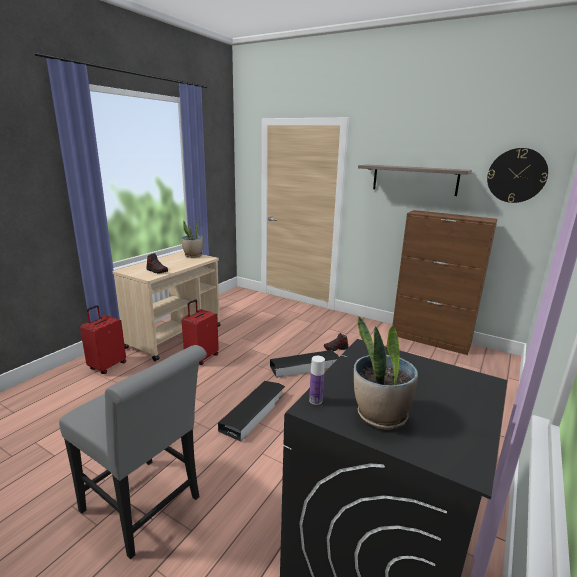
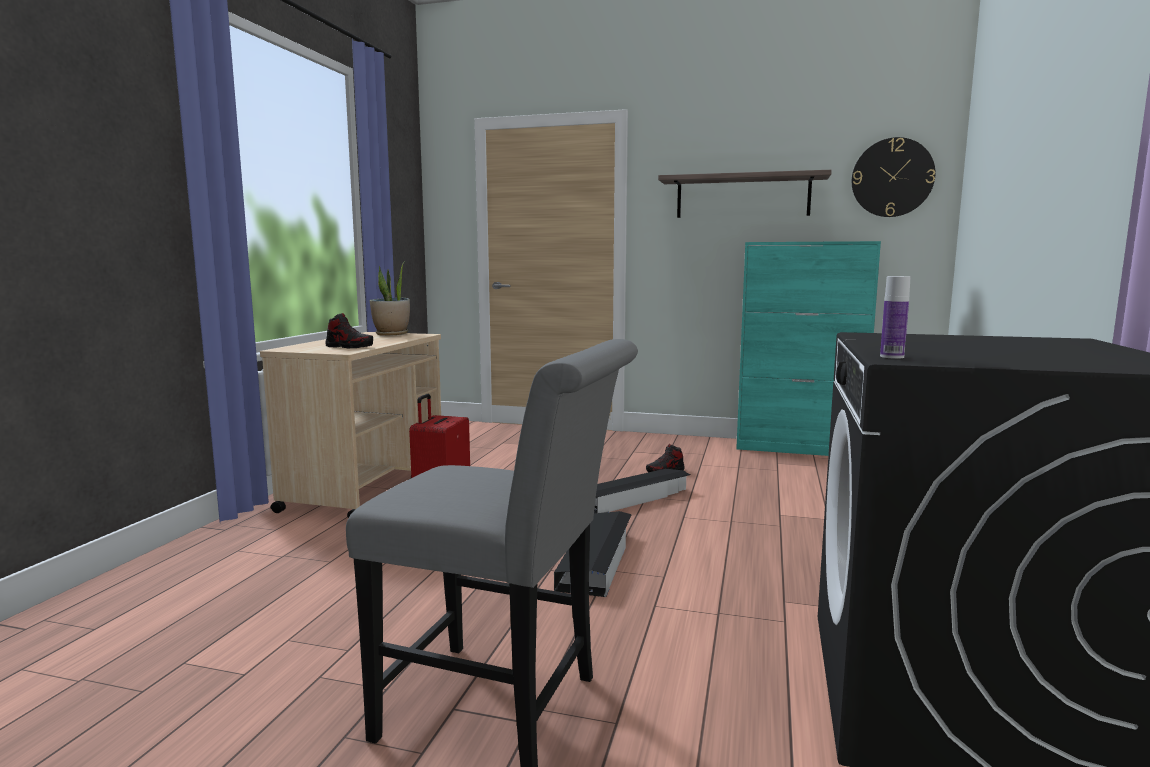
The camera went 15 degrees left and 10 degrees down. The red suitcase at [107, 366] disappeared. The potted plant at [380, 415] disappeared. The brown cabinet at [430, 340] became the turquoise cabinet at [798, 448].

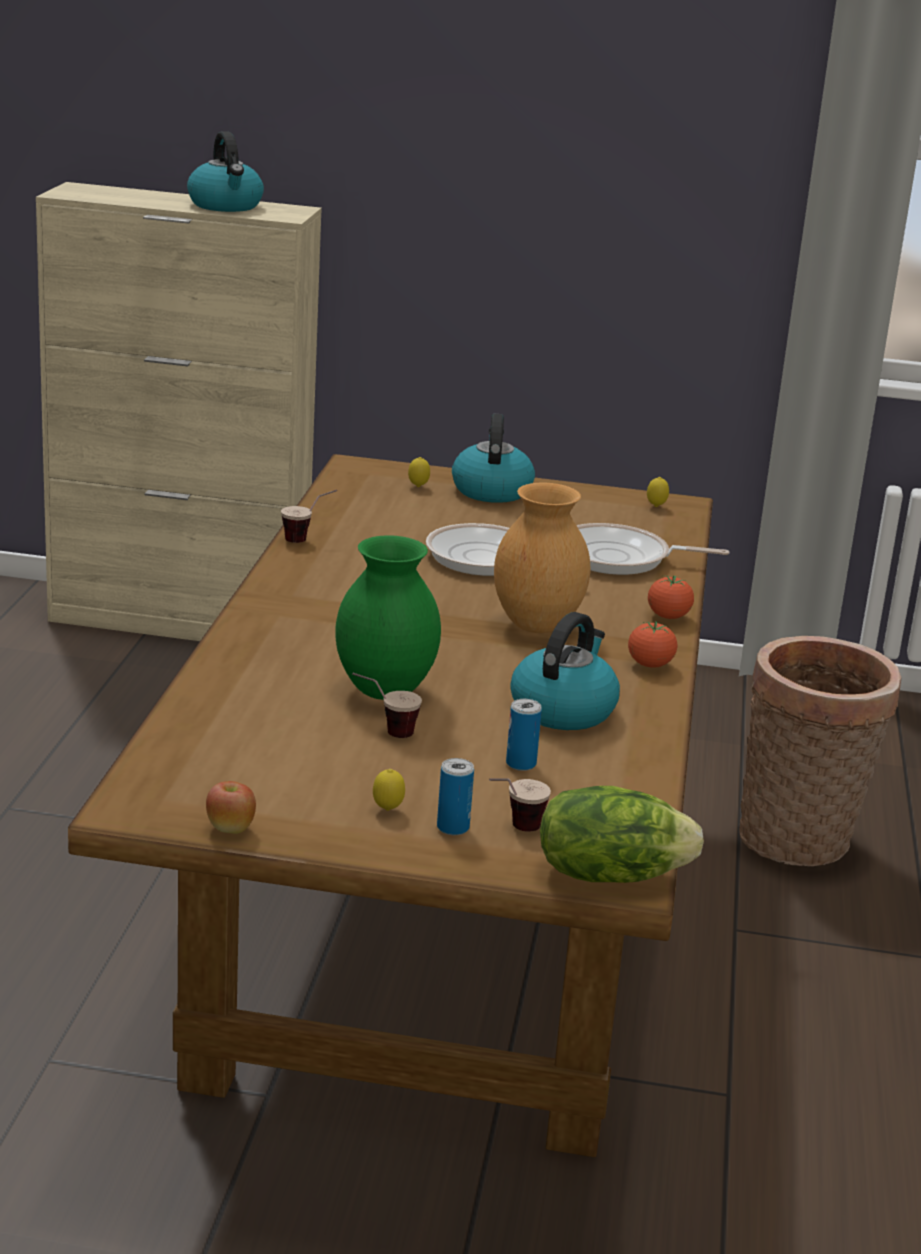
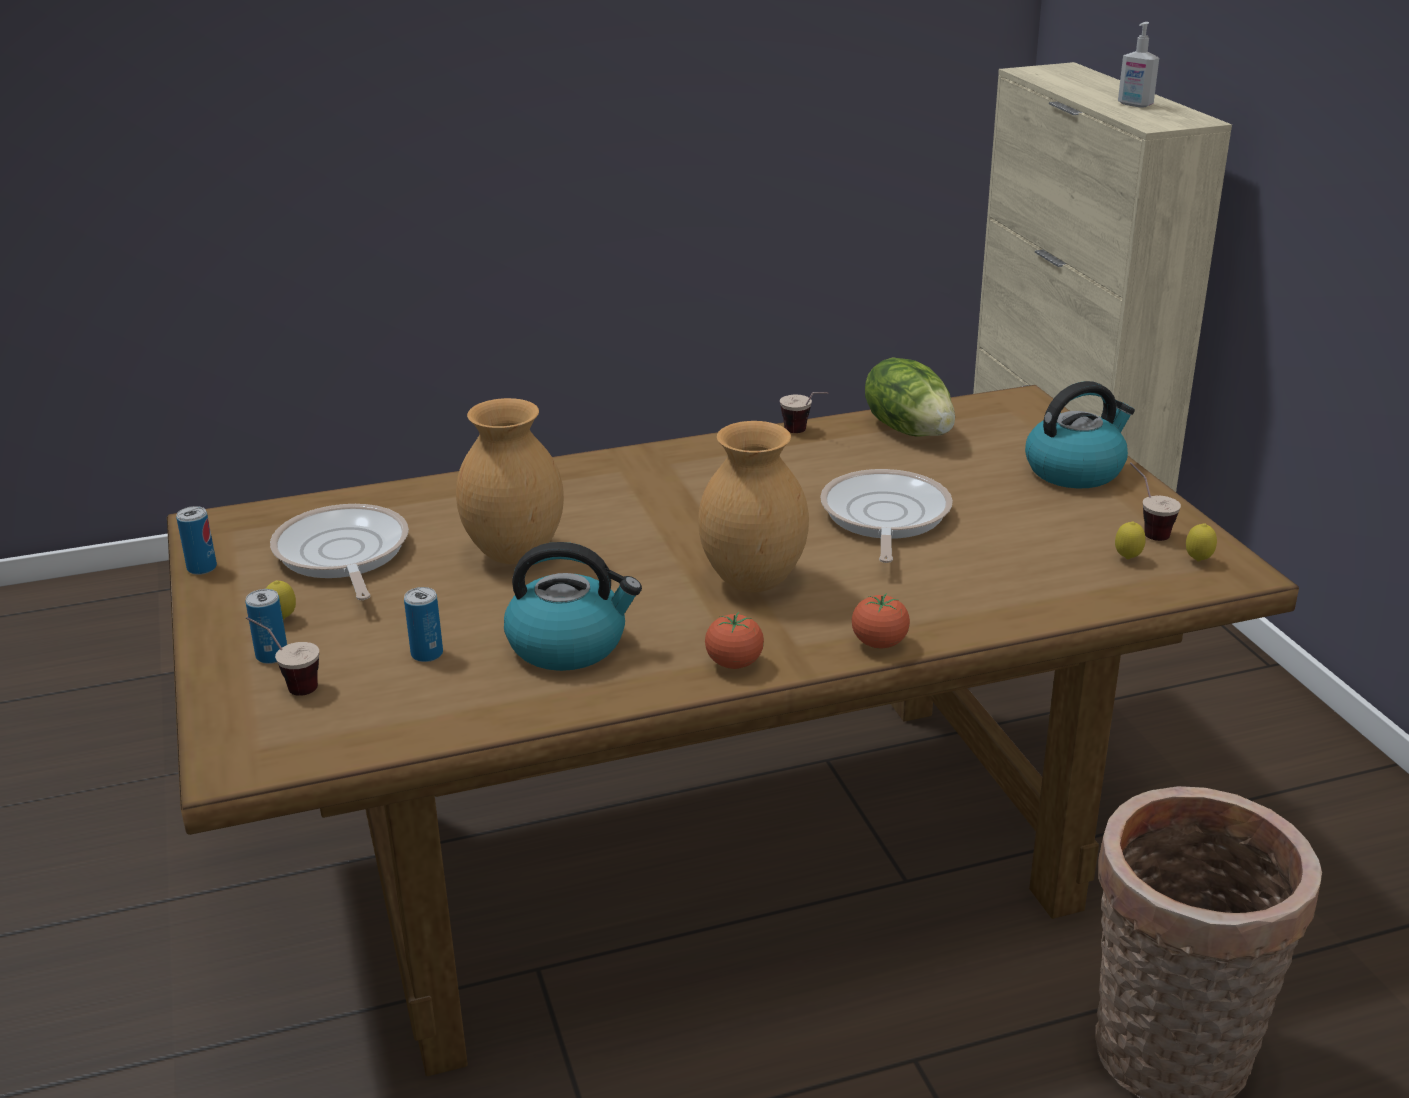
The camera went 65 degrees right and 5 degrees up. The kettle at [226, 206] was replaced by the soap dispenser at [1134, 105]. The apple at [230, 829] was replaced by the can at [202, 568]. The green vase at [385, 690] became the brown vase at [516, 554]. The cup moved from [384, 732] to [1146, 529]. The lemon moved from [418, 487] to [1127, 559]. The lettuce moved from [610, 874] to [909, 429]. The frying pan moved from [619, 558] to [342, 555].

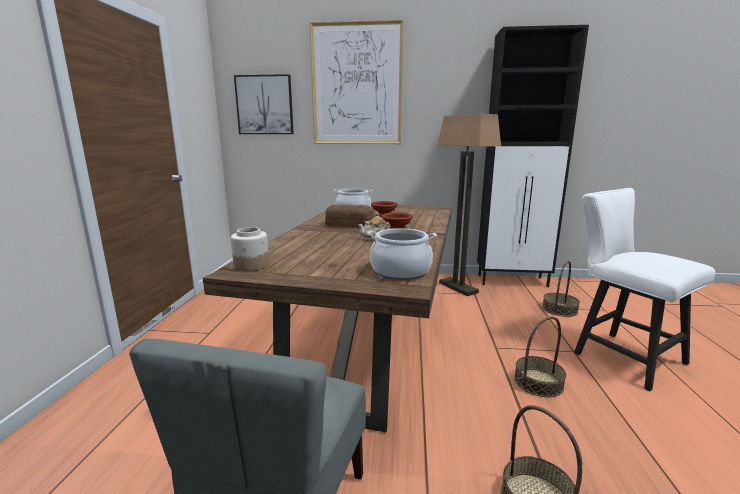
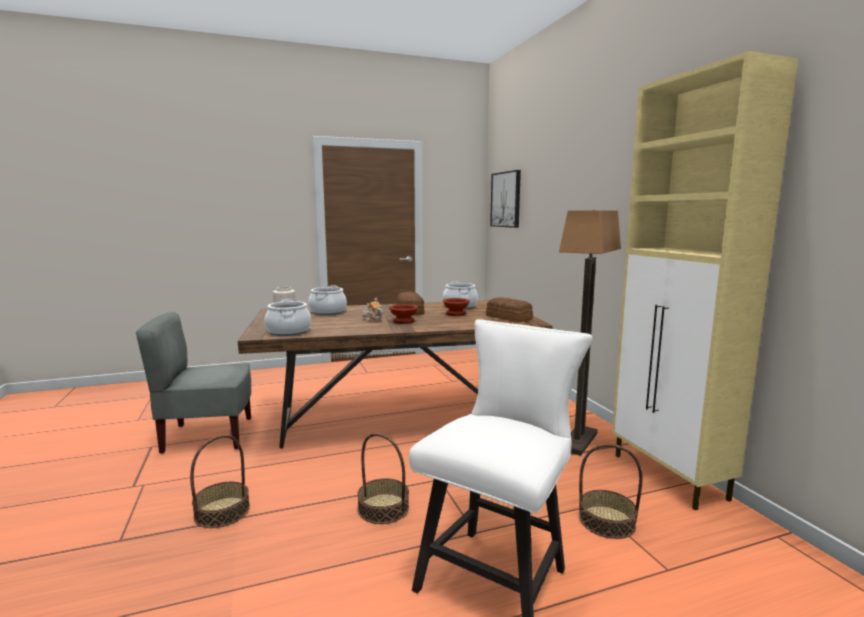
The camera went 65 degrees right and 5 degrees down. The picture at [356, 85] disappeared. The black cabinet at [513, 281] became the beige cabinet at [669, 477]. The cooking pot at [327, 312] appeared. The bread at [509, 318] appeared.

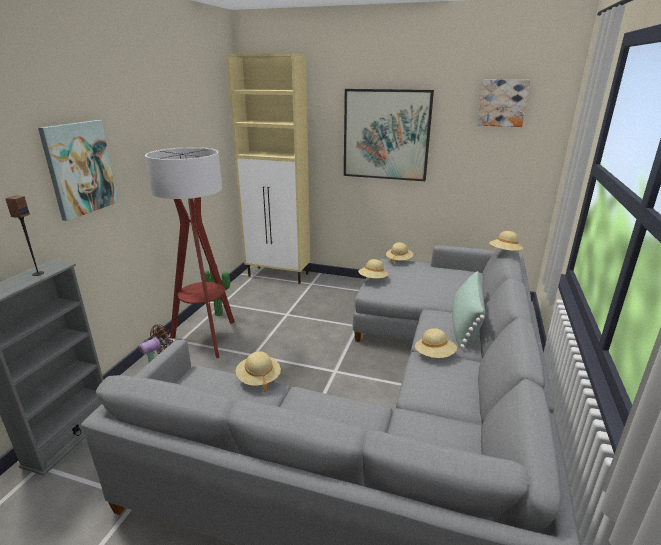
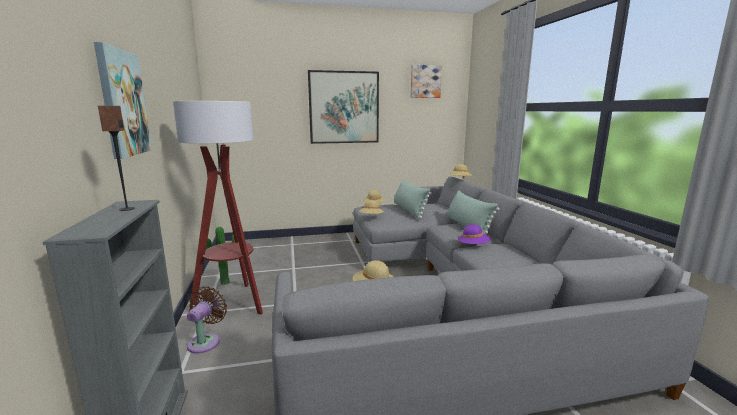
The camera went 30 degrees left and 10 degrees down. The beige cabinet at [279, 275] disappeared. The beige hat at [434, 355] became the purple hat at [473, 246]. The green pillow at [409, 210] appeared.

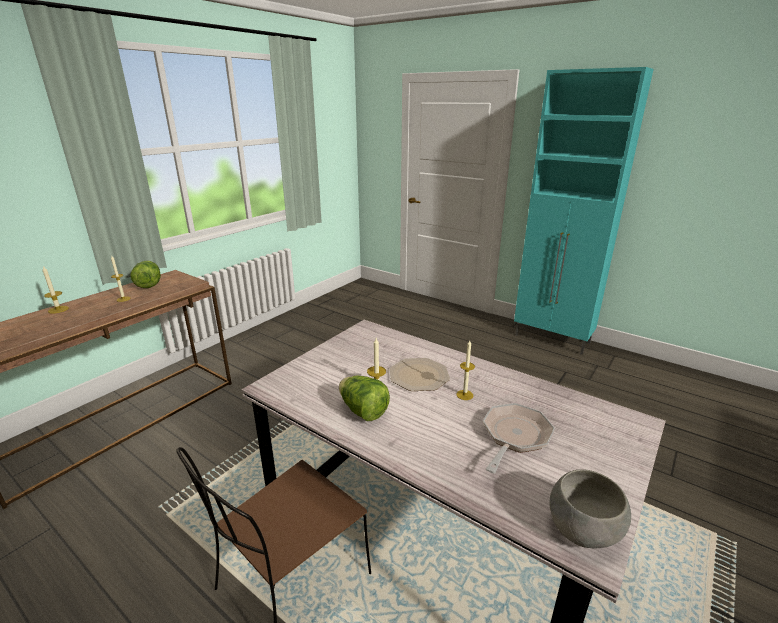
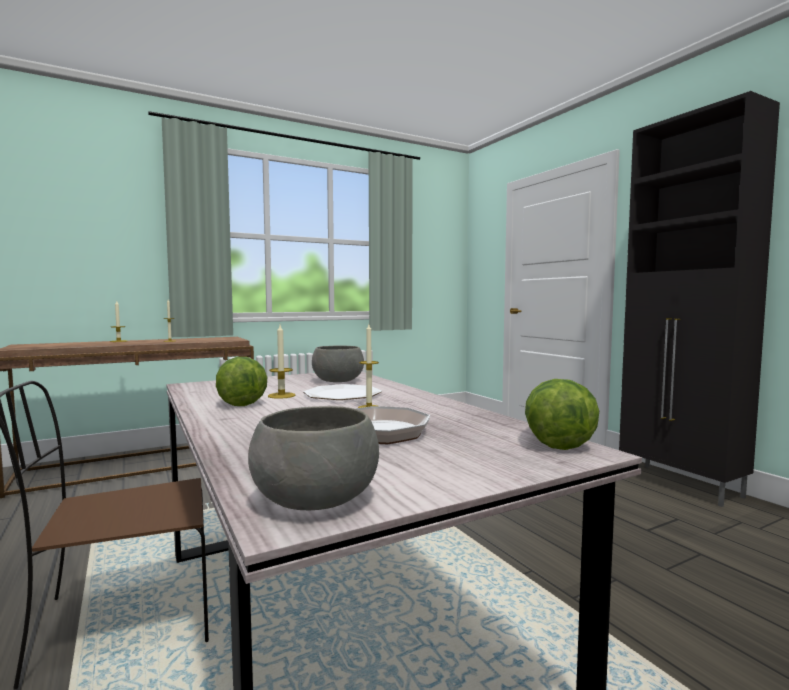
The camera went 25 degrees right and 20 degrees down. The lettuce moved from [149, 284] to [555, 441]. The turquoise cabinet at [552, 339] became the black cabinet at [681, 485]. The grey bowl at [338, 381] appeared.

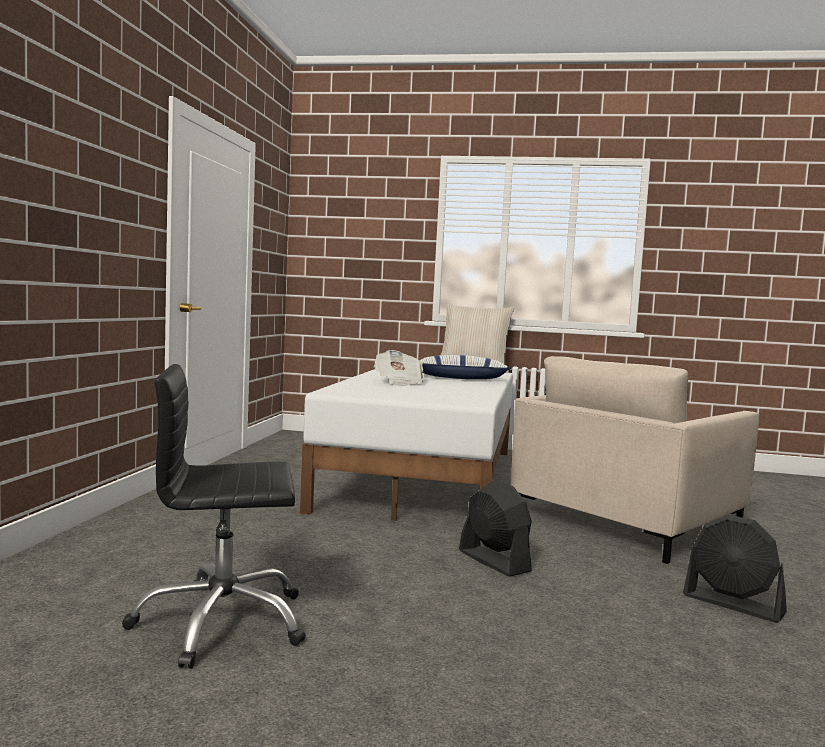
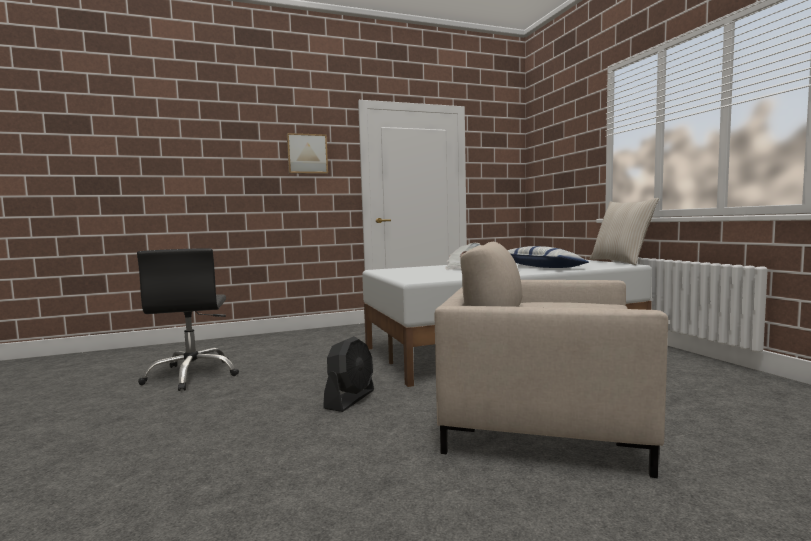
The camera went 60 degrees right and 0 degrees up. The black office chair at [221, 623] turned 150 degrees counterclockwise. The black fan at [733, 604] disappeared. The picture at [307, 154] appeared.

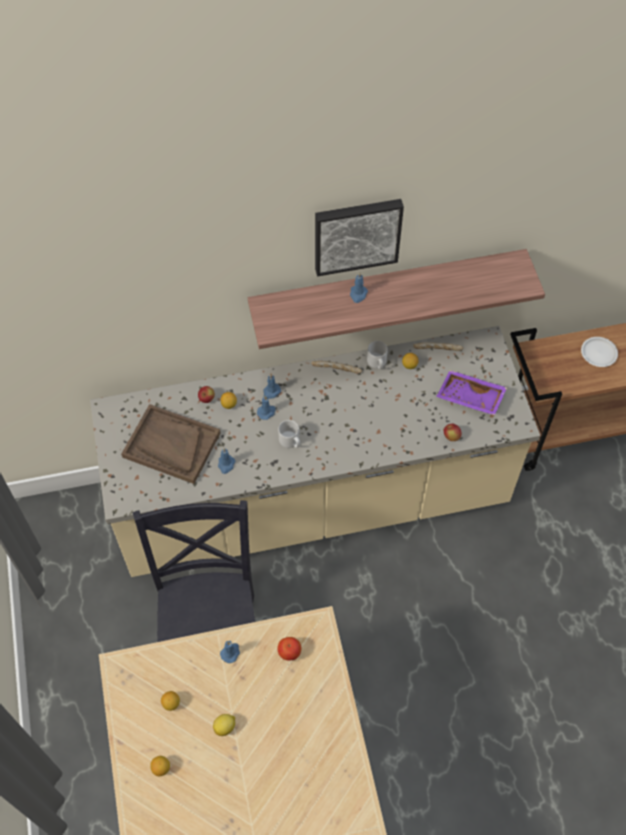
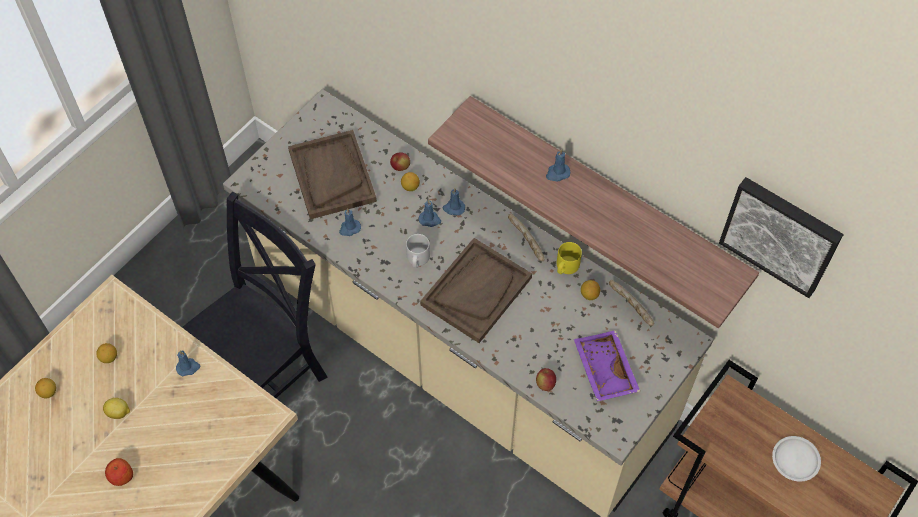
The camera went 50 degrees right and 0 degrees up. The apple moved from [289, 652] to [121, 476]. The picture moved from [356, 234] to [781, 234]. The grey mug at [377, 362] became the yellow mug at [566, 267]. The brown tray at [476, 291] appeared.

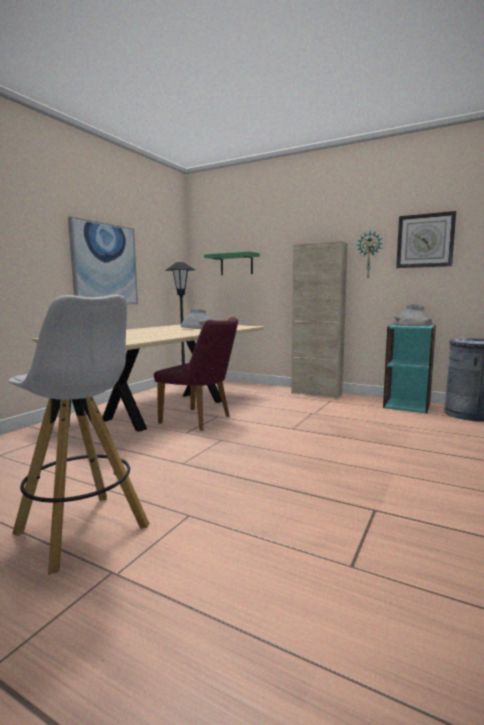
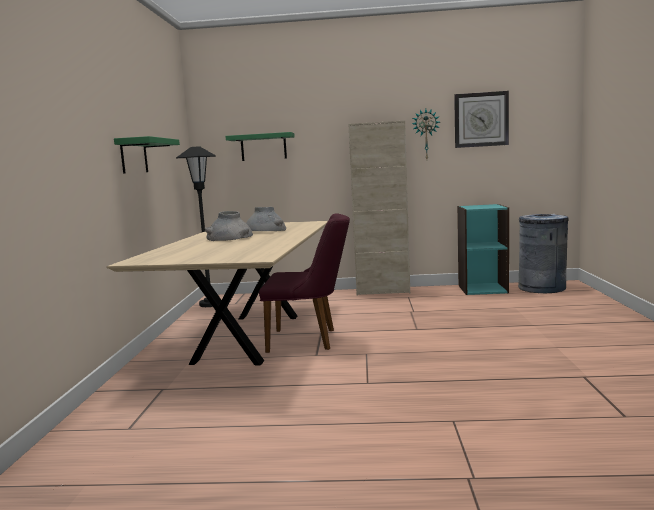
The camera went 25 degrees left and 0 degrees up. The white stool at [83, 531] disappeared. The picture at [105, 264] was replaced by the green shelf at [134, 156]. The grey vase moved from [413, 325] to [230, 237].

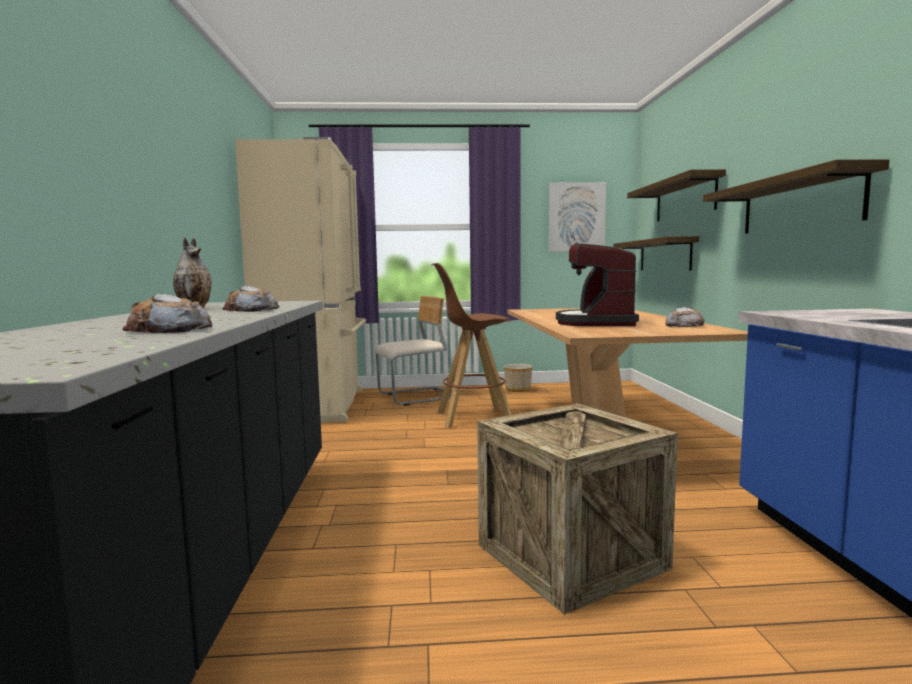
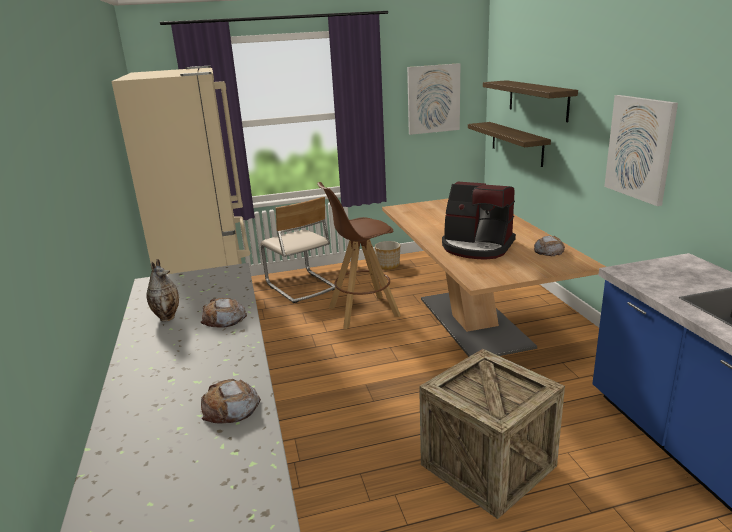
The camera went 10 degrees left and 15 degrees up. The beige chair at [416, 397] turned 90 degrees clockwise. The coffee machine at [596, 323] turned 60 degrees counterclockwise. The shelf at [798, 204] was replaced by the picture at [640, 148].

